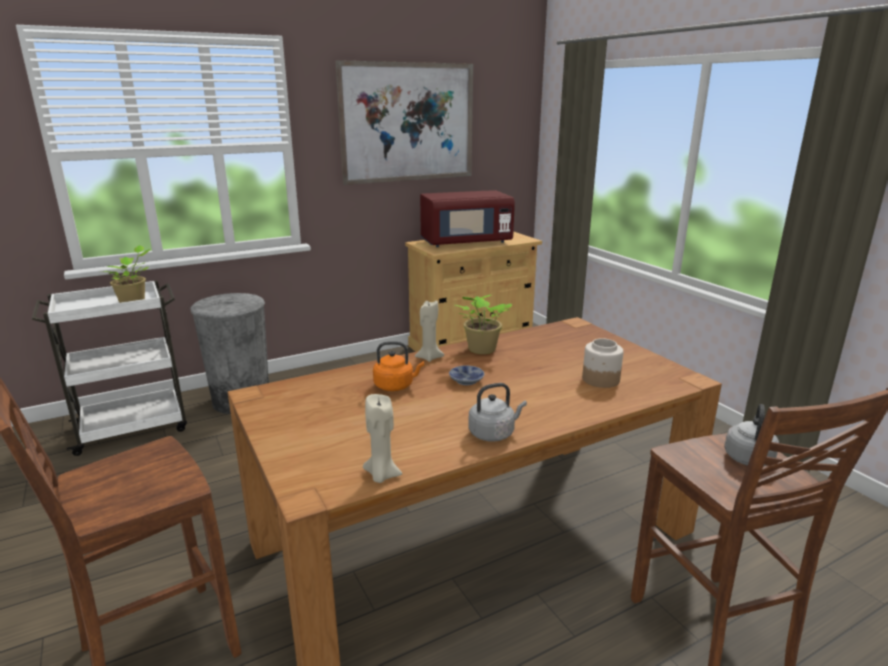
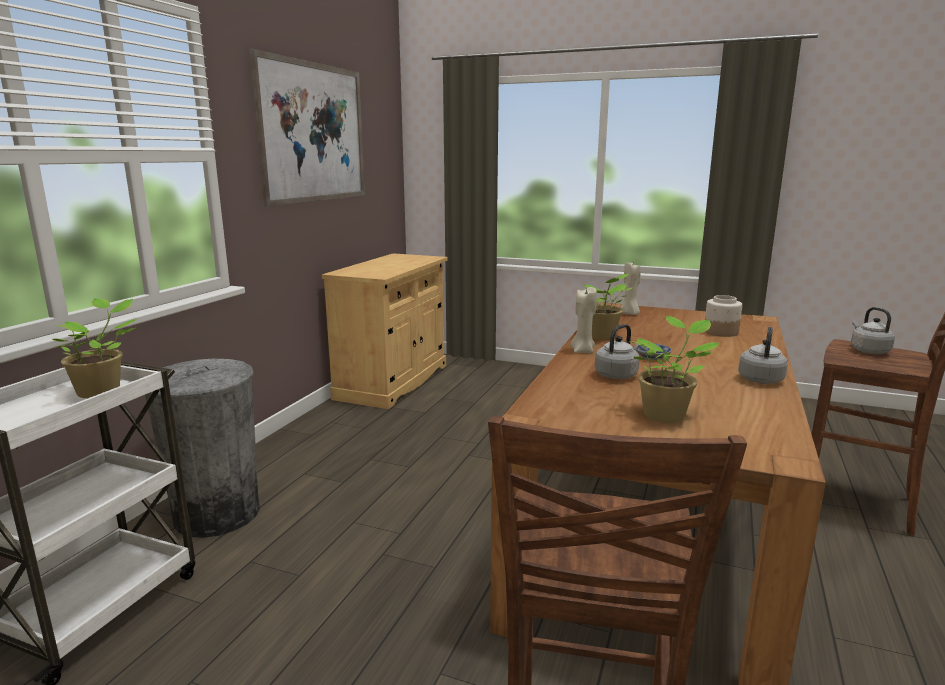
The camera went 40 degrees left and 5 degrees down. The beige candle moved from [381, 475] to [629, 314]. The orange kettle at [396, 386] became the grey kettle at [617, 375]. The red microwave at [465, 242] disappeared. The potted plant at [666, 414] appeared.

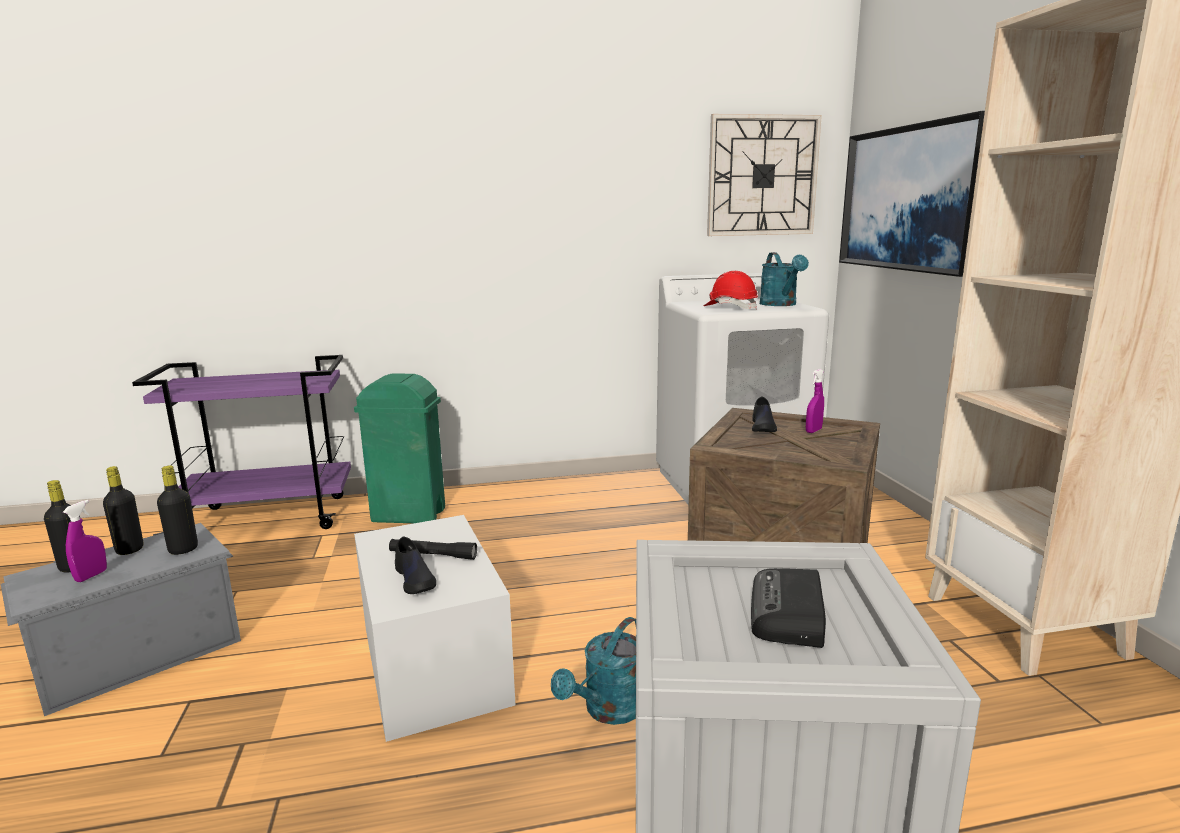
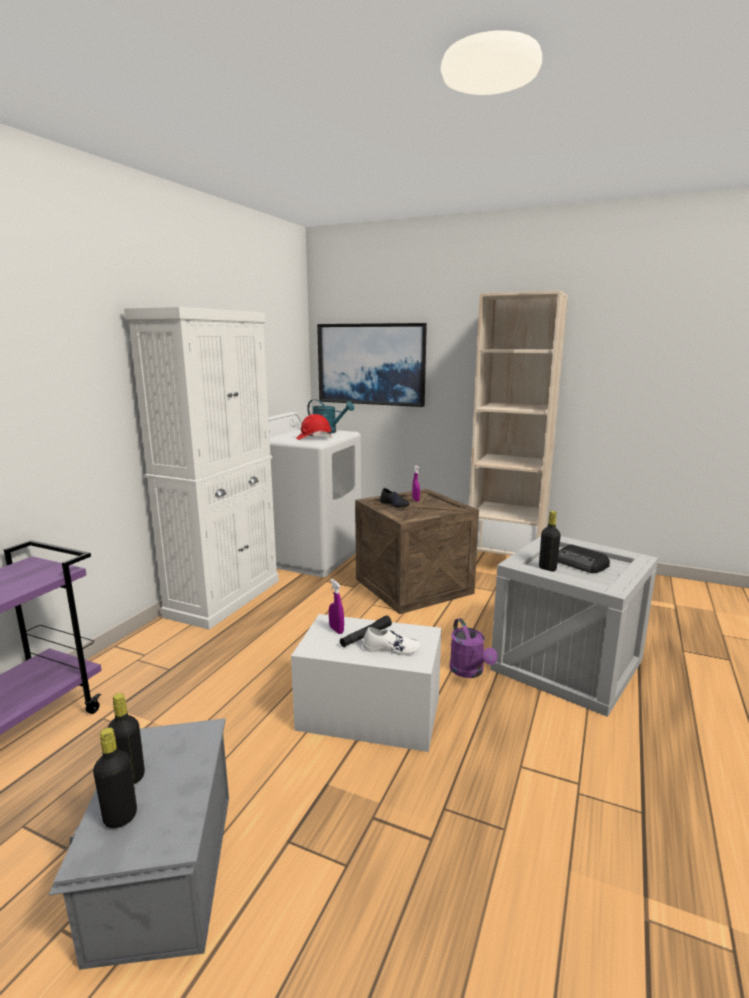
The camera went 55 degrees left and 0 degrees up. The purple spray bottle moved from [91, 576] to [336, 630]. The black bottle moved from [183, 549] to [547, 569]. The green trash can at [409, 515] disappeared. The black shoe at [415, 579] became the white shoe at [391, 649]. The turquoise watering can at [608, 711] became the purple watering can at [470, 672]. The wall clock at [762, 176] disappeared. The white cabinet at [224, 597] appeared.

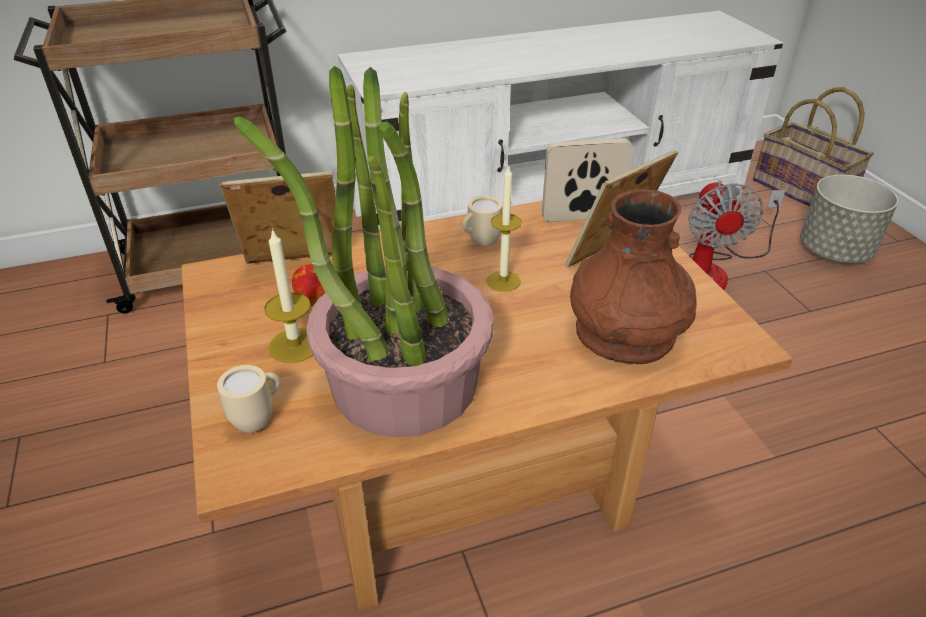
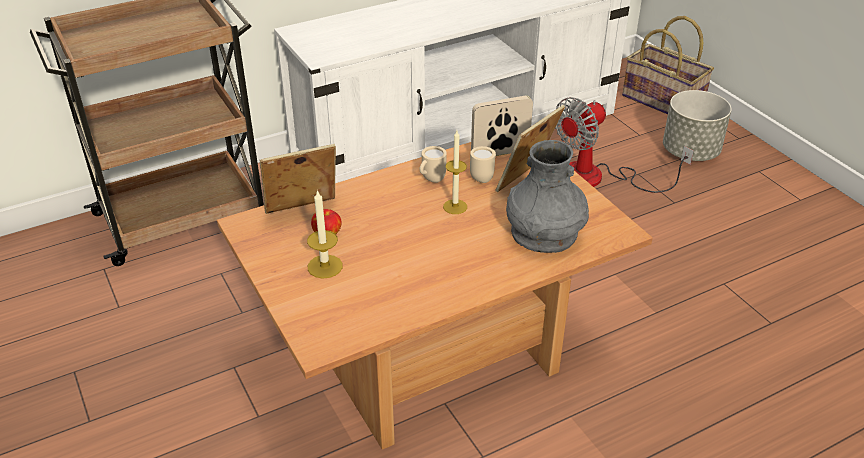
The camera went 10 degrees left and 0 degrees up. The beige mug moved from [258, 419] to [484, 177]. The potted plant at [402, 383] disappeared. The brown vase at [625, 331] became the grey vase at [544, 232]. The fan at [712, 271] turned 60 degrees clockwise.

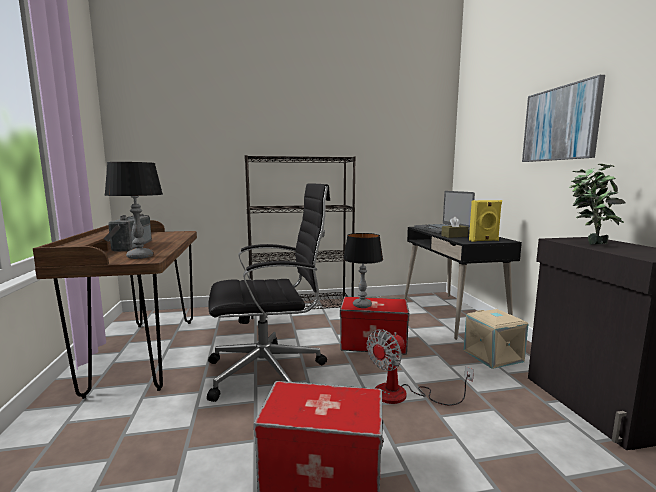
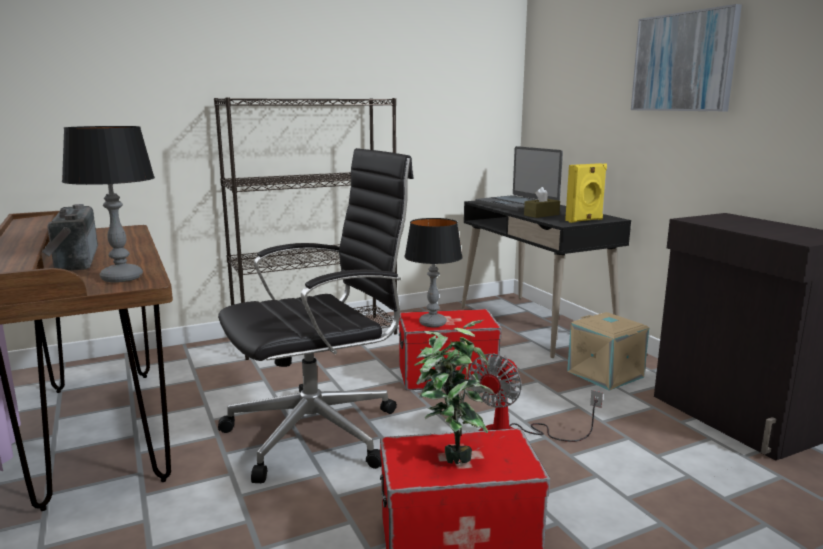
The camera went 15 degrees left and 5 degrees up. The potted plant moved from [589, 243] to [451, 453].

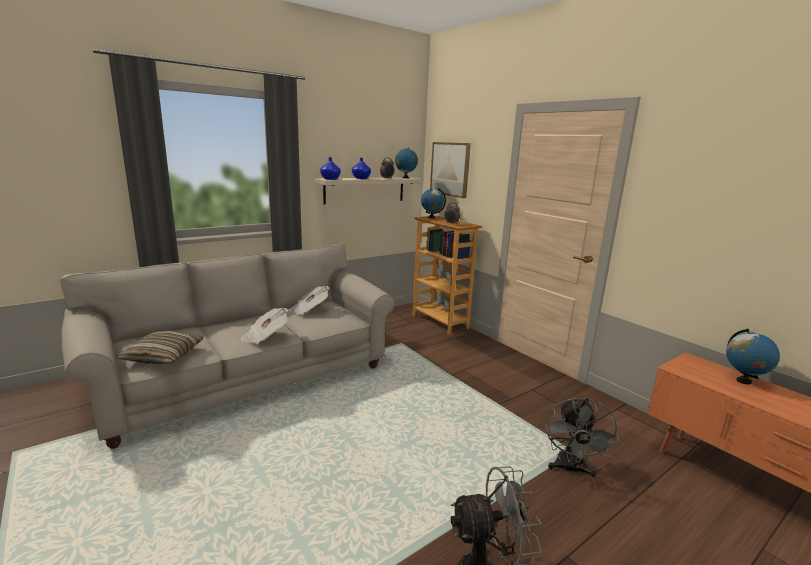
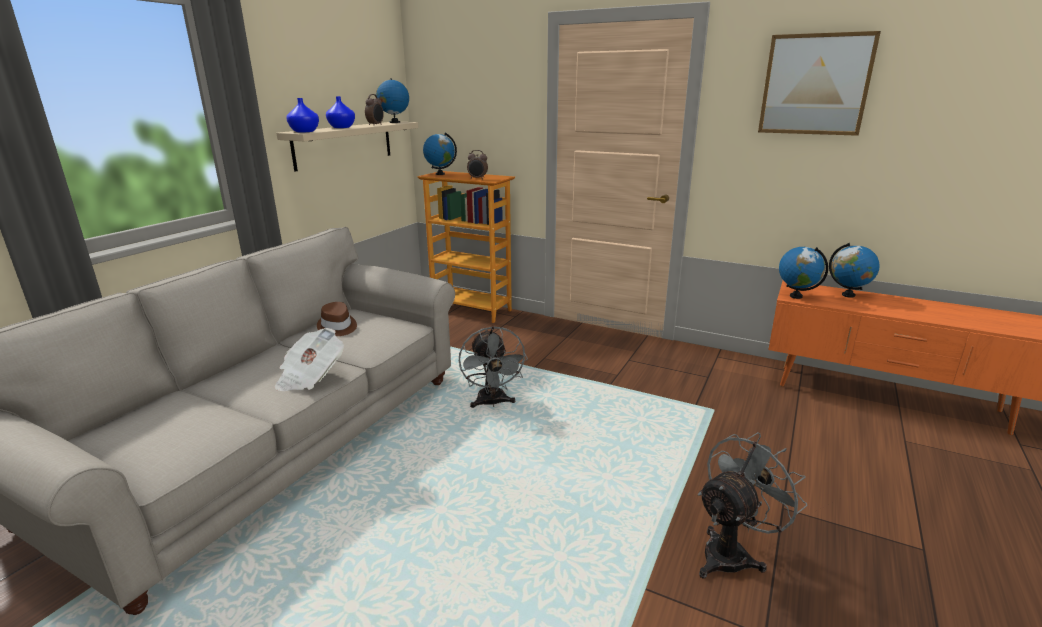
The camera went 25 degrees left and 5 degrees up. The pillow at [163, 356] disappeared. The newspaper at [309, 310] was replaced by the brown hat at [337, 327]. The picture moved from [450, 169] to [815, 85]. The grey fan moved from [571, 469] to [492, 403]. The globe at [796, 296] appeared.

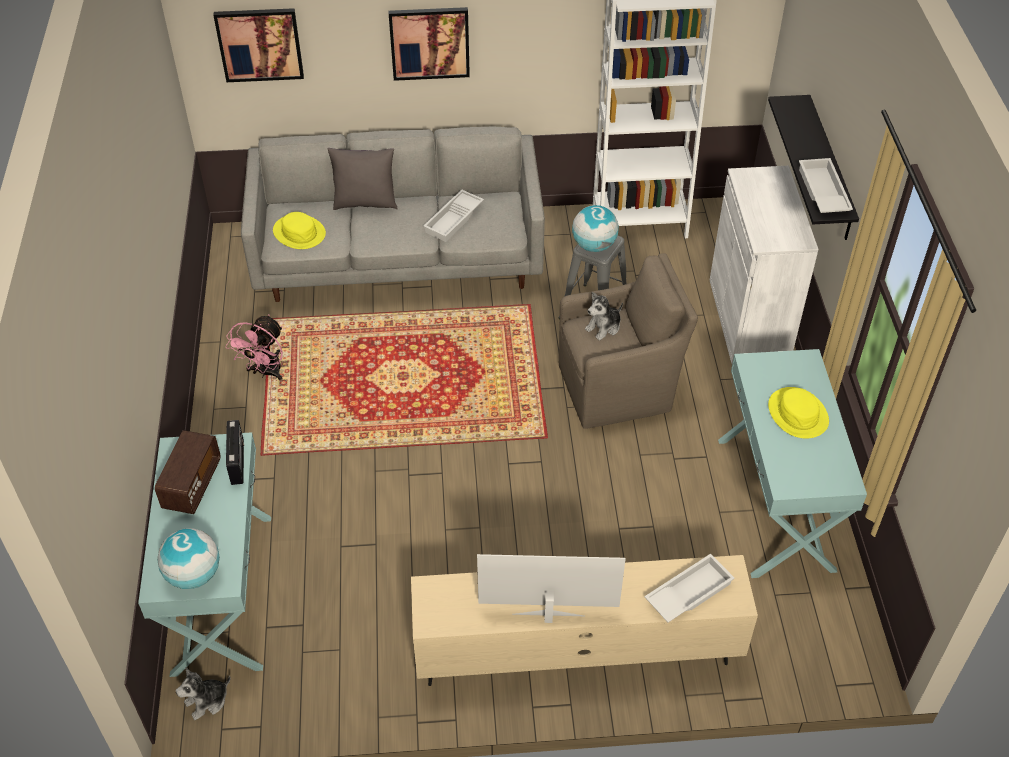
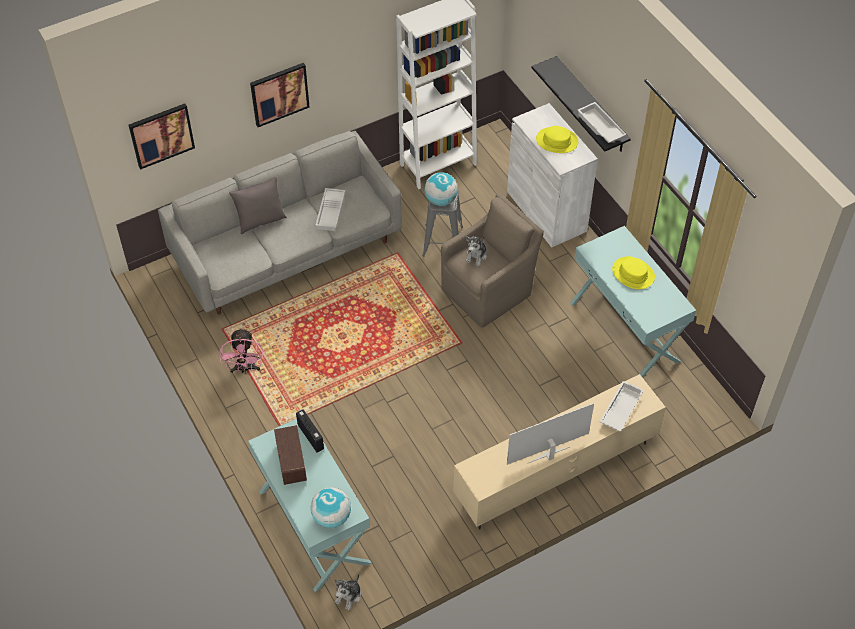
The camera went 25 degrees left and 5 degrees up. The yellow hat moved from [299, 232] to [557, 140].

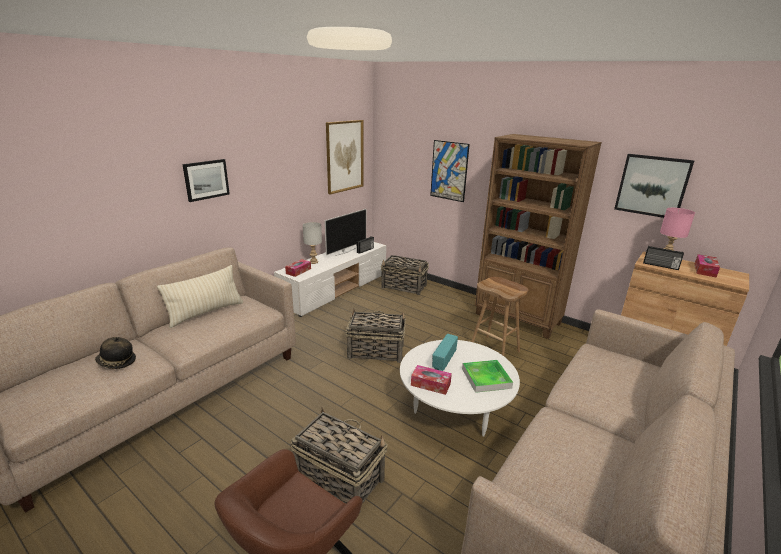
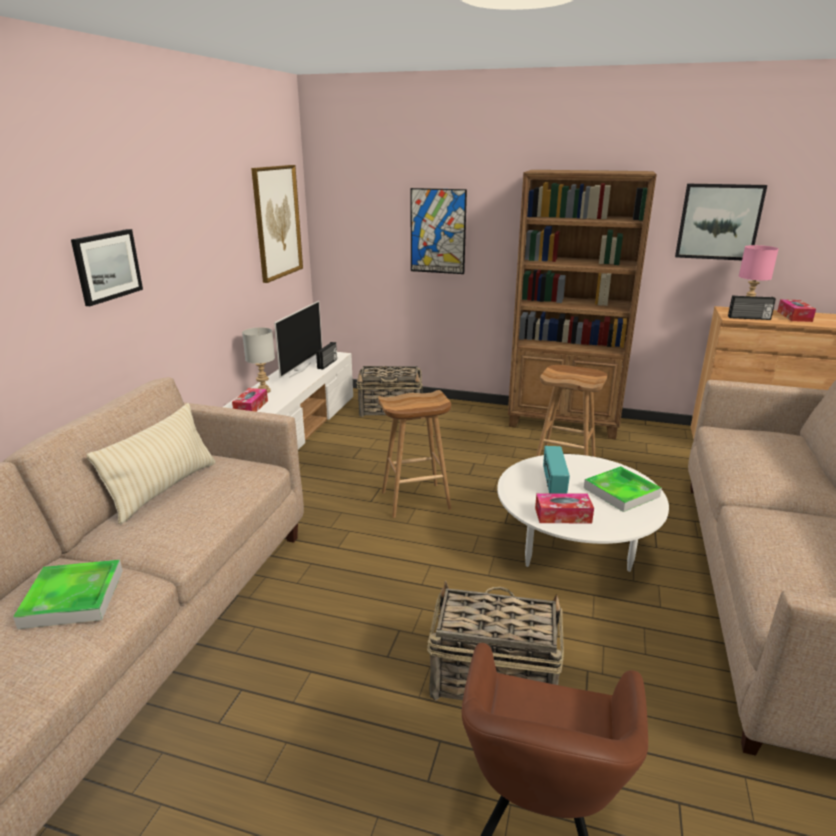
The camera went 20 degrees left and 0 degrees up. The hat at [116, 362] was replaced by the tray at [73, 598]. The basket at [375, 351] was replaced by the brown stool at [415, 501].

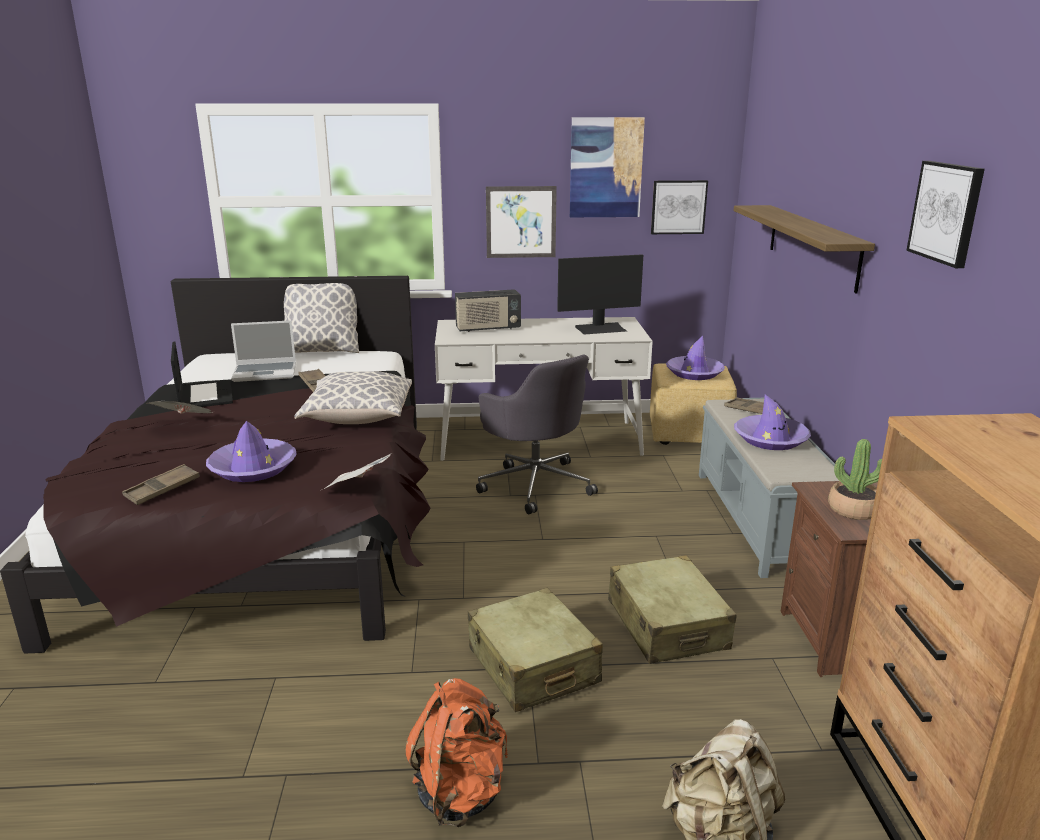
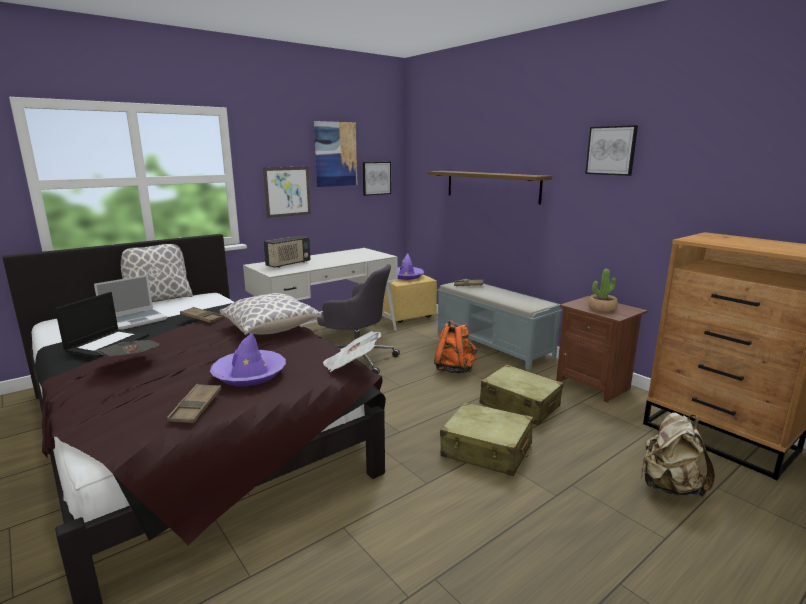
The camera went 35 degrees left and 5 degrees down. The laptop at [204, 395] turned 75 degrees clockwise. The orange backpack moved from [461, 791] to [454, 369]. The monitor at [601, 328] disappeared. The purple hat at [770, 439] disappeared.

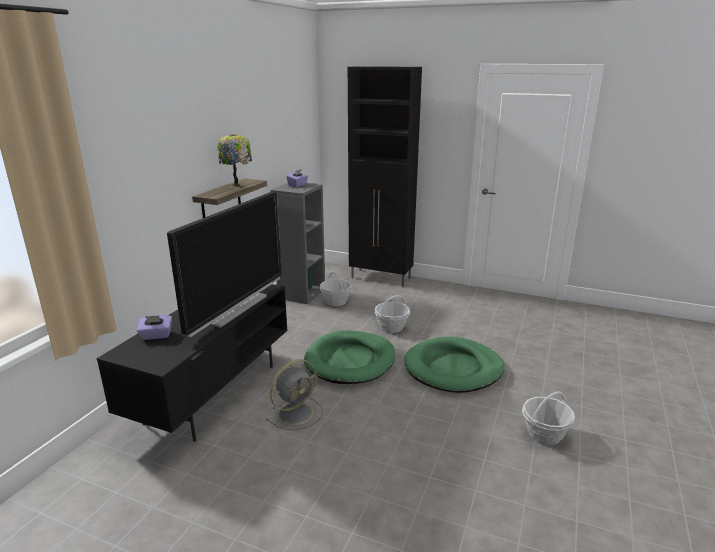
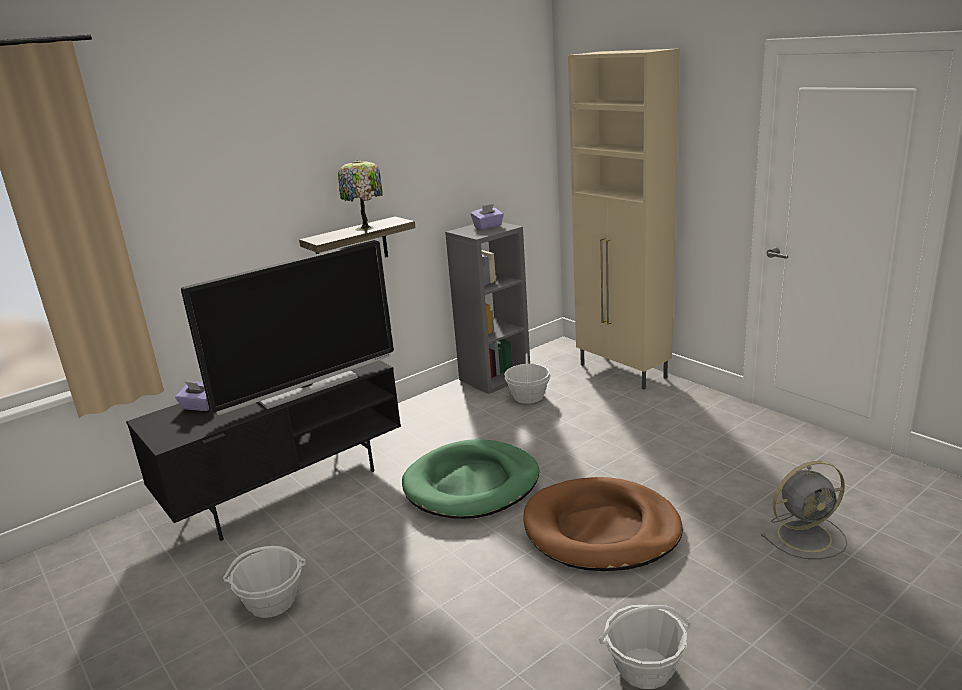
The camera went 30 degrees right and 0 degrees up. The grey fan moved from [296, 412] to [806, 535]. The black cabinet at [381, 278] became the beige cabinet at [623, 371]. The basket moved from [391, 327] to [272, 601]. The green dog bed at [453, 368] became the brown dog bed at [601, 529].

